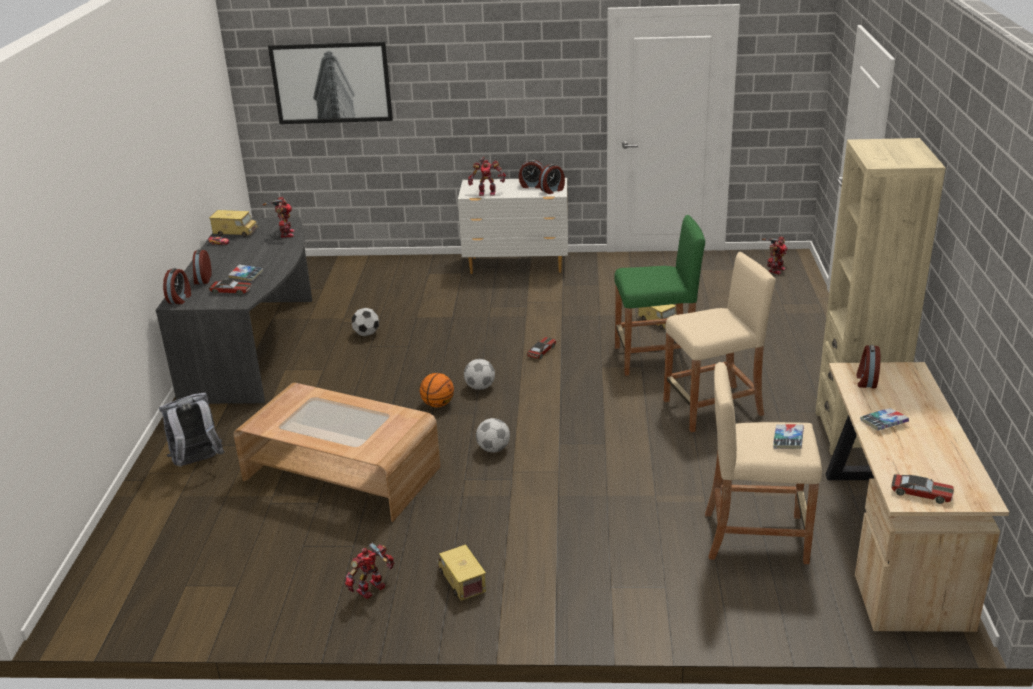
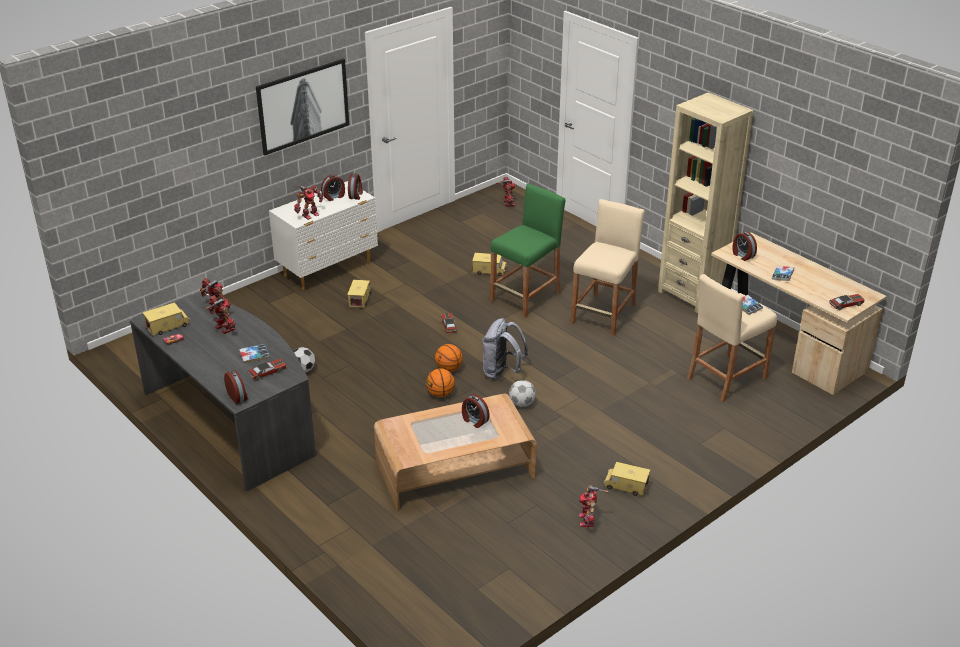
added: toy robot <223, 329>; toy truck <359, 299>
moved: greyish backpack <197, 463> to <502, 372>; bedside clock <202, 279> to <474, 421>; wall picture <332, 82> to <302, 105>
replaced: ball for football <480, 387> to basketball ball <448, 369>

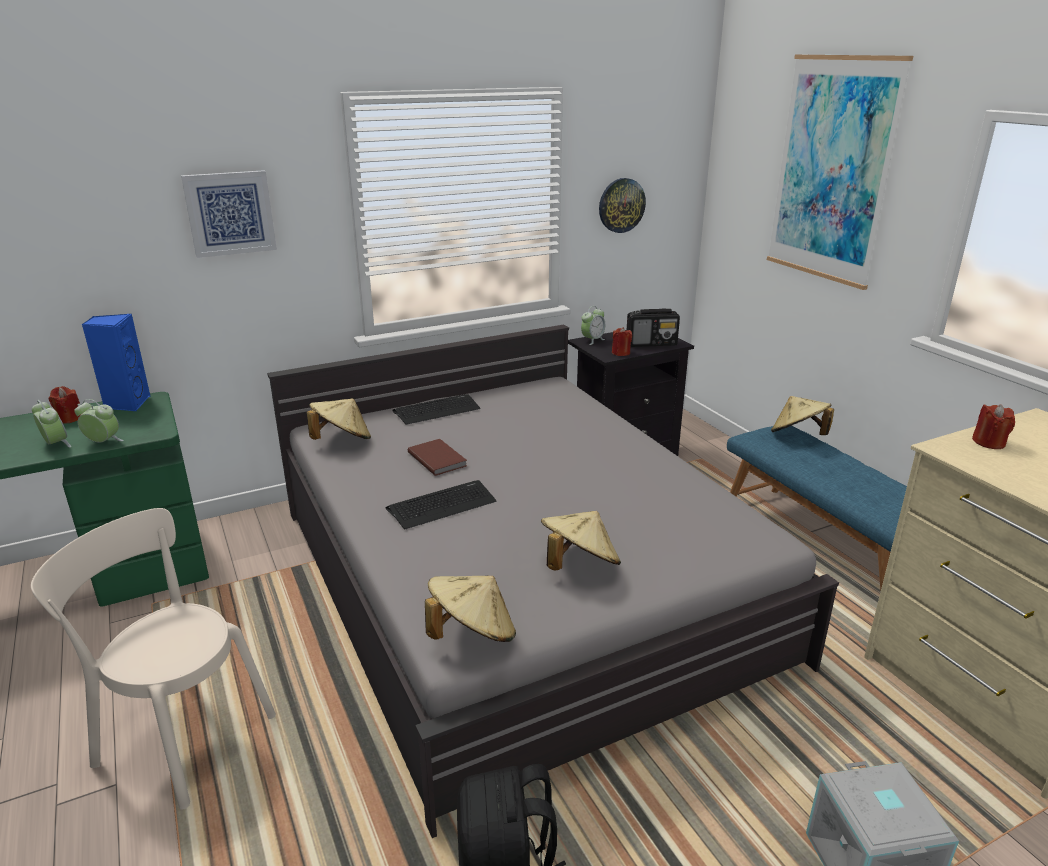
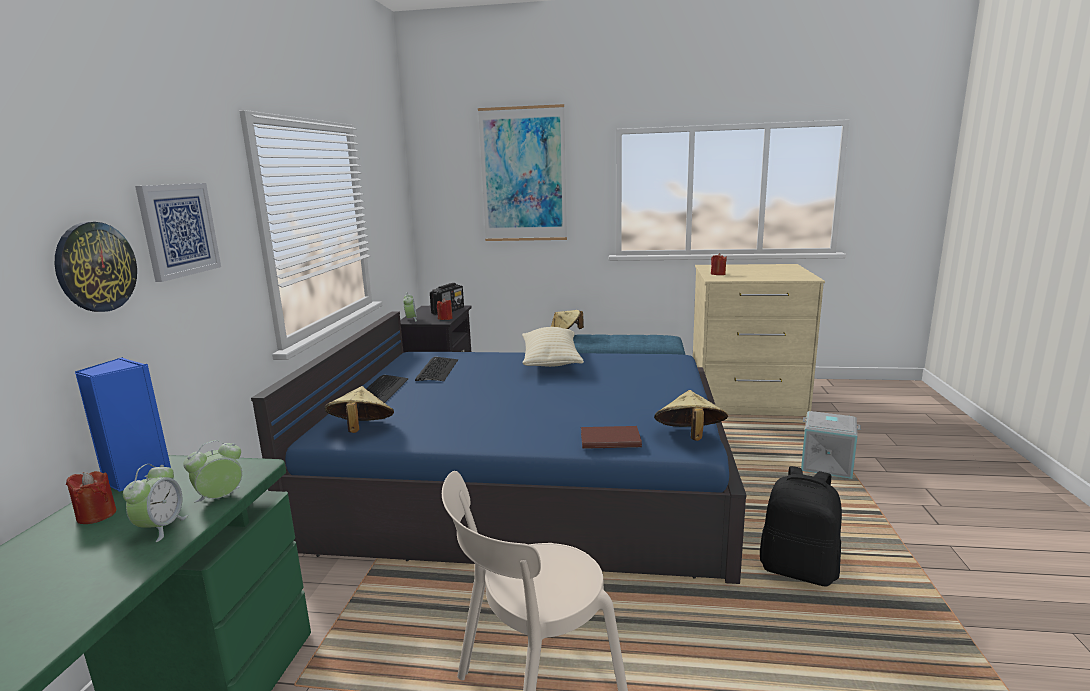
removed: beige-coloured hat <579, 564>
added: beige-coloured throw pillow <551, 361>
moved: computer keyboard <442, 505> to <437, 370>; brown-coloured book <438, 458> to <609, 439>; clock on the wall <621, 205> to <95, 267>
recoloured: greyish sleeping bed <516, 581> to bluish sleeping bed <525, 481>
turned: bedside clock <55, 444> = <161, 528> 105 degrees clockwise

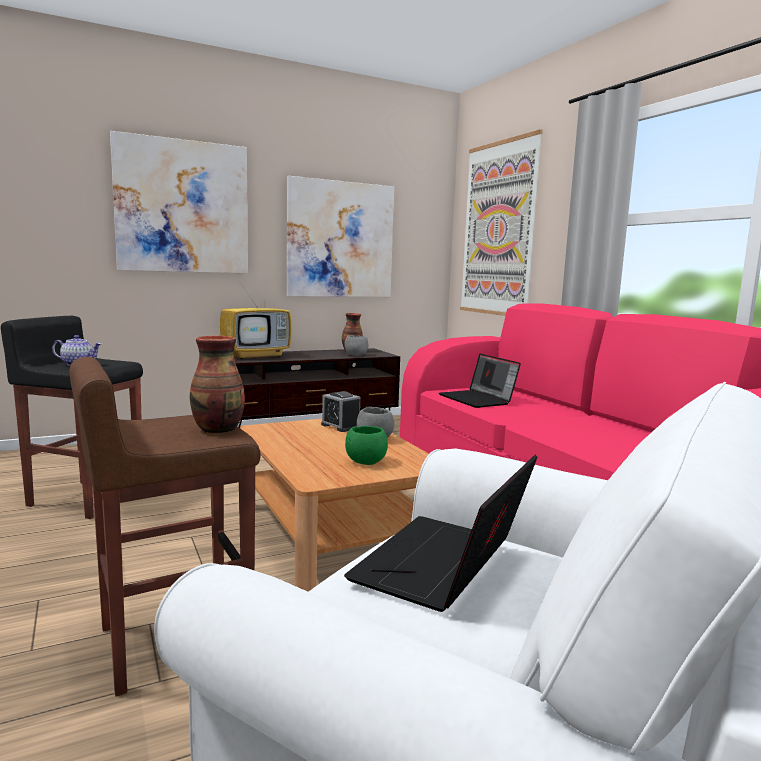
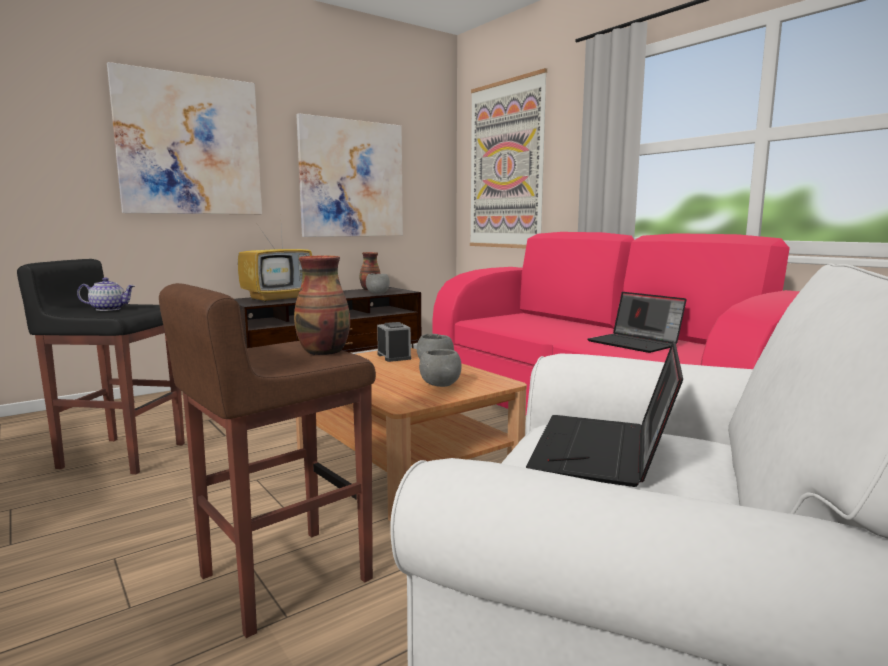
moved: portable computer <478, 400> to <635, 343>
recoloured: greenish deep dish <366, 462> to greyish deep dish <440, 384>
turned: bedside clock <340, 426> = <394, 356> 150 degrees counterclockwise

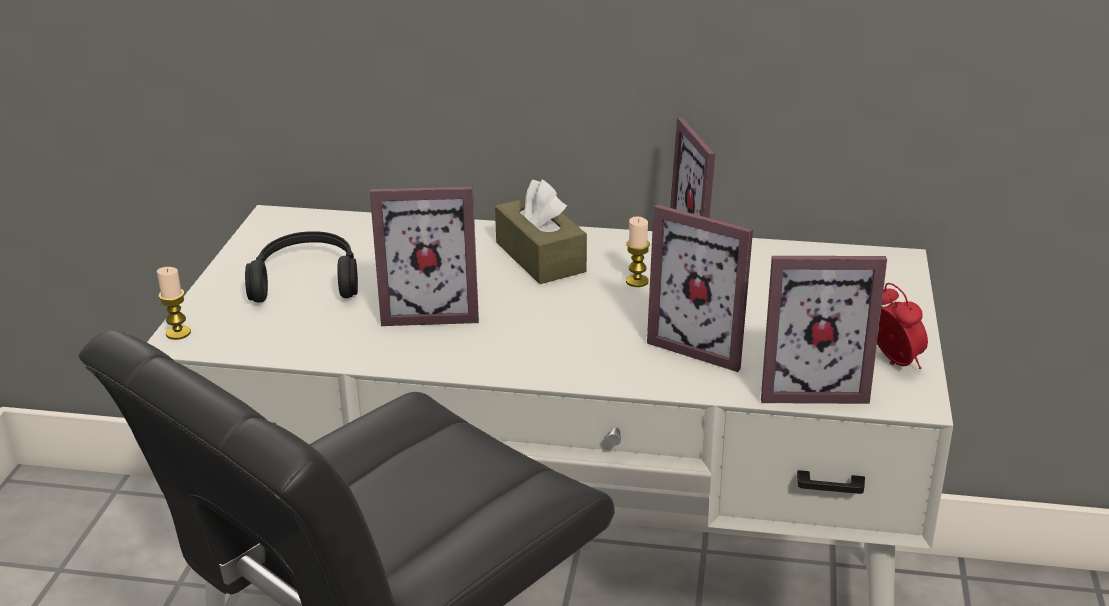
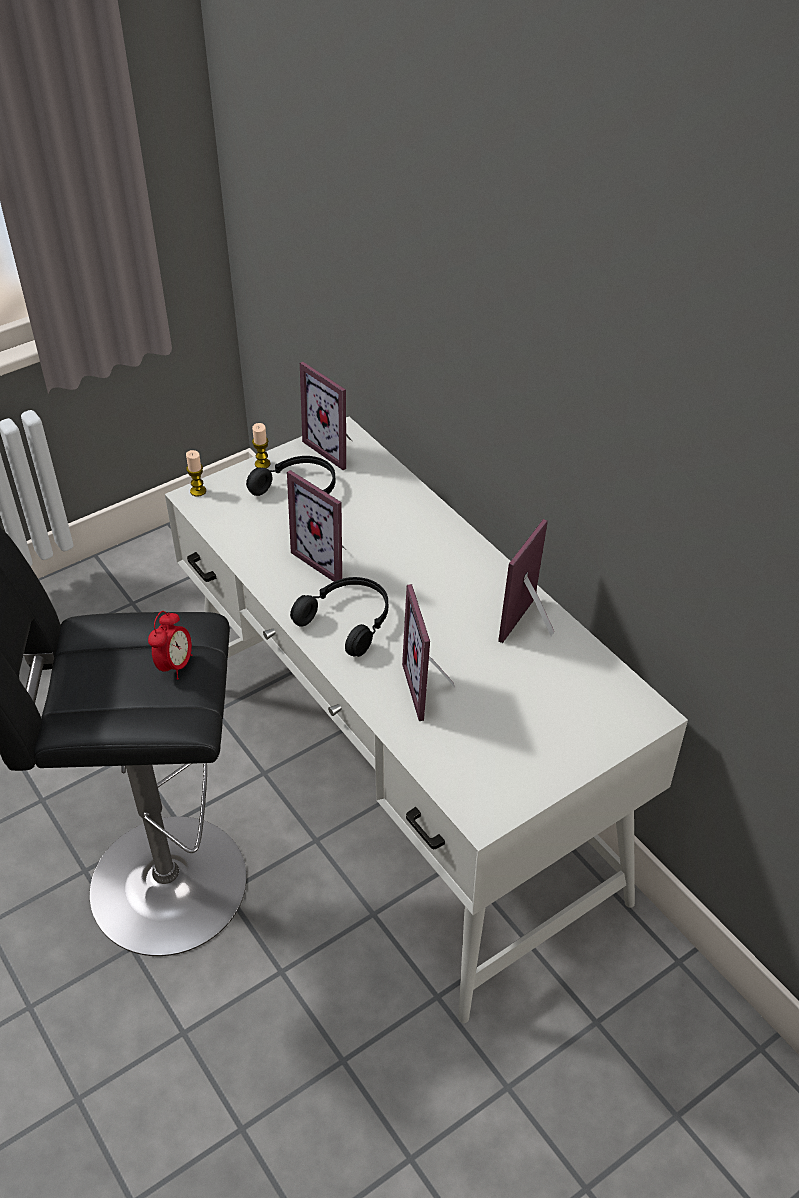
removed: brown-coloured tissue holder <540, 257>
added: blackish headset <348, 620>
moved: candle <637, 281> to <262, 464>; photo frame <811, 386> to <336, 448>; bedside clock <893, 363> to <175, 665>

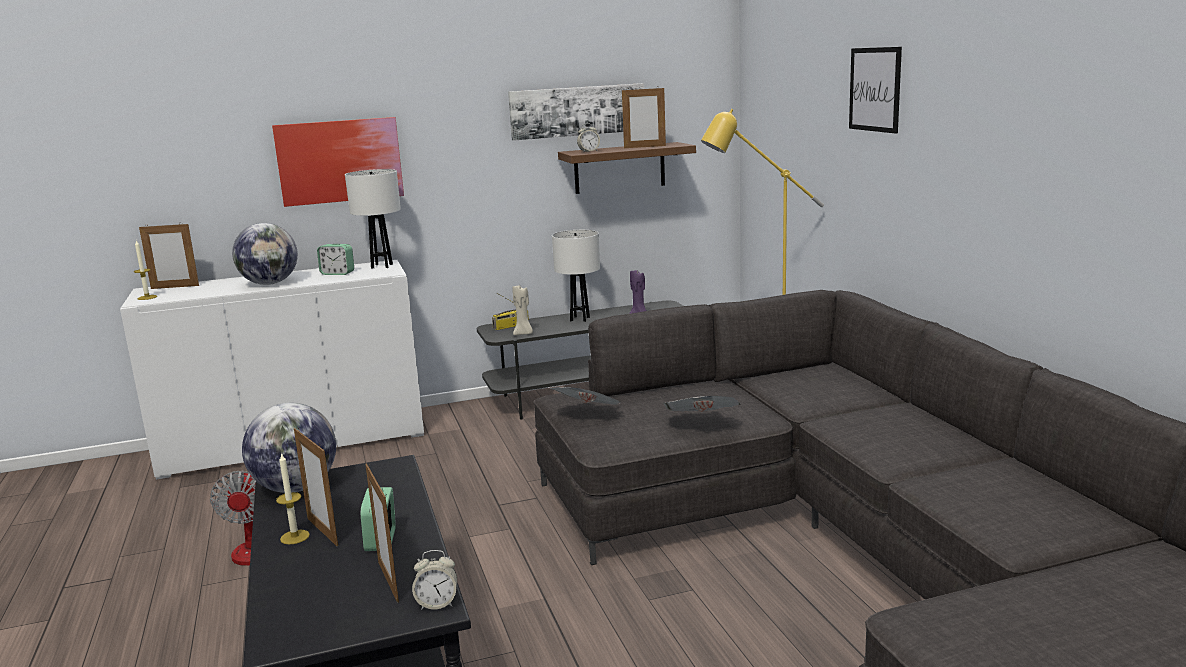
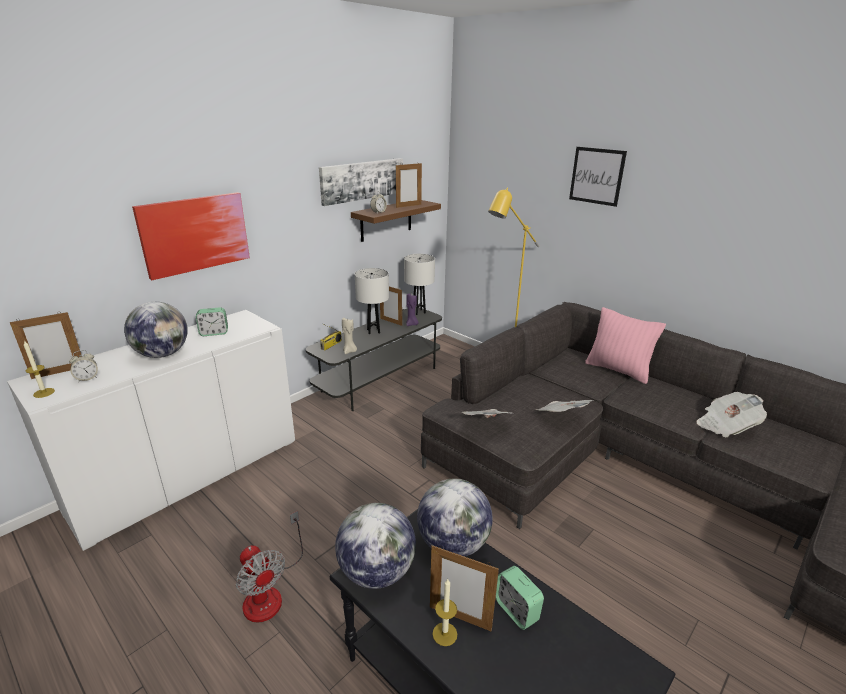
added: desk globe <452, 544>; pink-coloured throw pillow <618, 370>; printed paper <726, 426>
moved: white table lamp <382, 266> to <418, 312>; photo frame <388, 581> to <391, 322>; bedside clock <437, 604> to <87, 378>

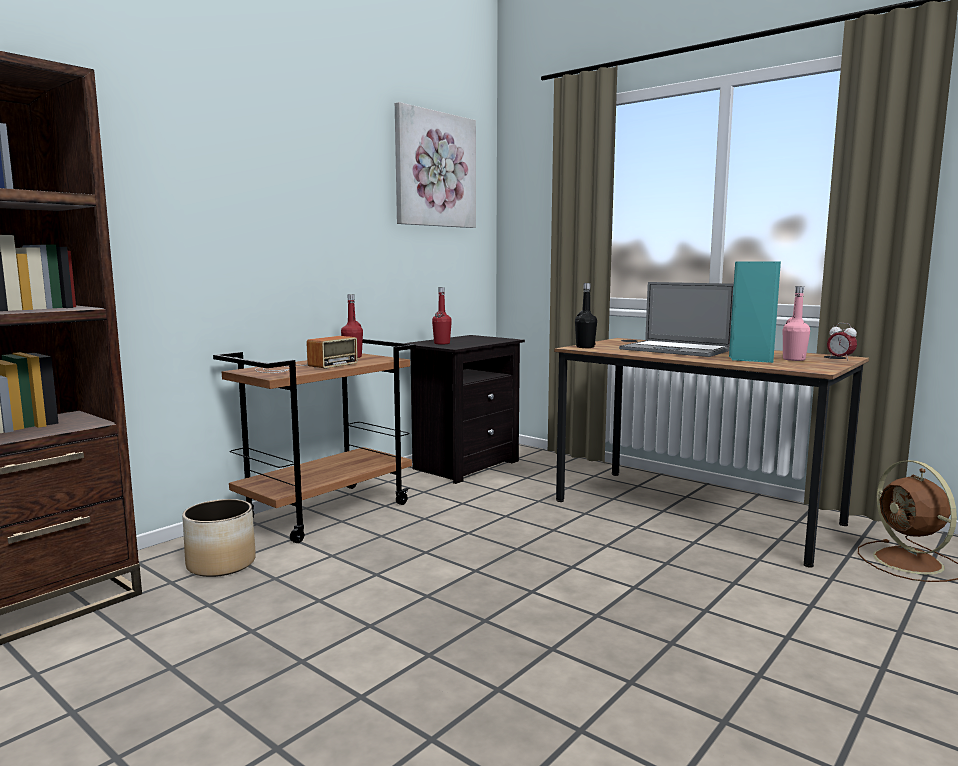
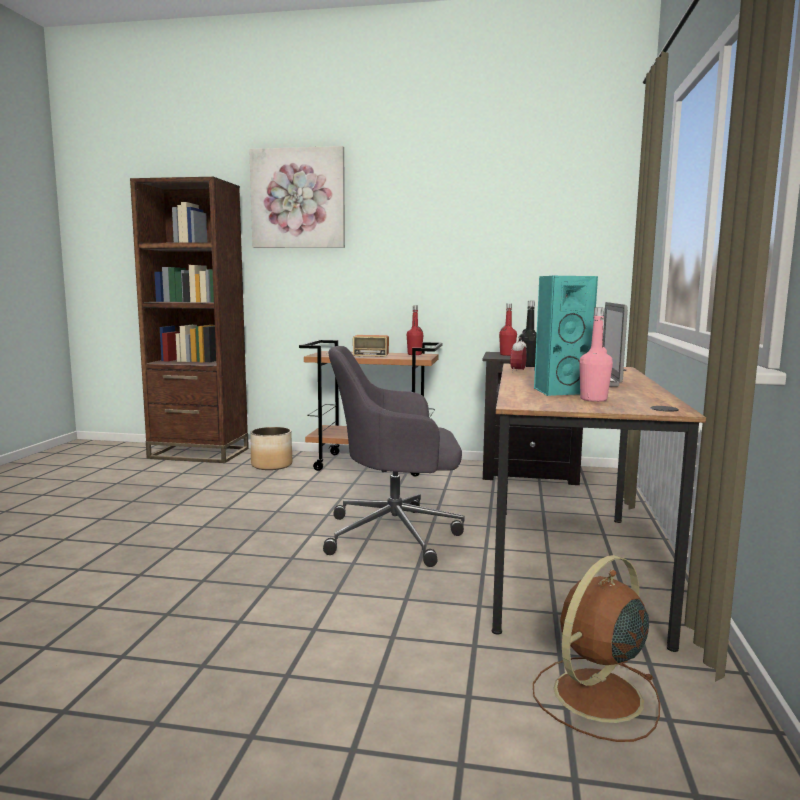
added: greyish desk chair <396, 535>
moved: wall picture <434, 170> to <298, 199>; bedside clock <840, 359> to <518, 372>

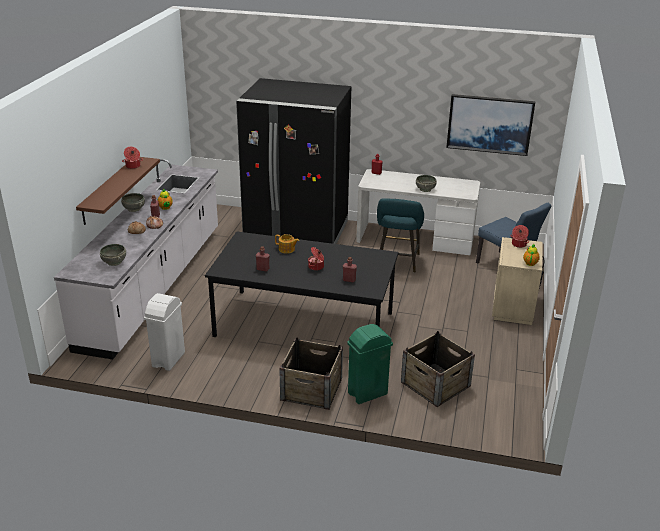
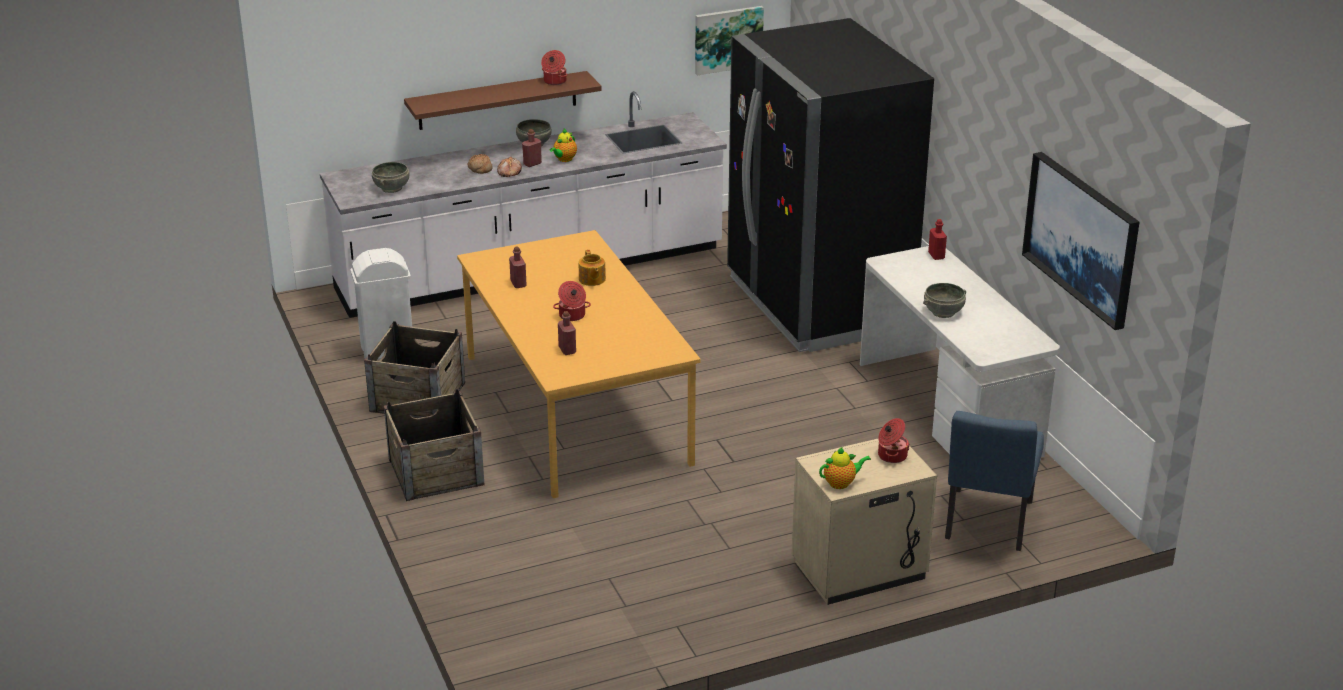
removed: greenish rubbish bin <367, 393>; blue-green sitting stool <397, 263>
added: wall picture <728, 39>
moved: crate <436, 384> to <418, 397>
recoloured: blackish kitchen table <303, 325> to orange-coloured kitchen table <574, 409>

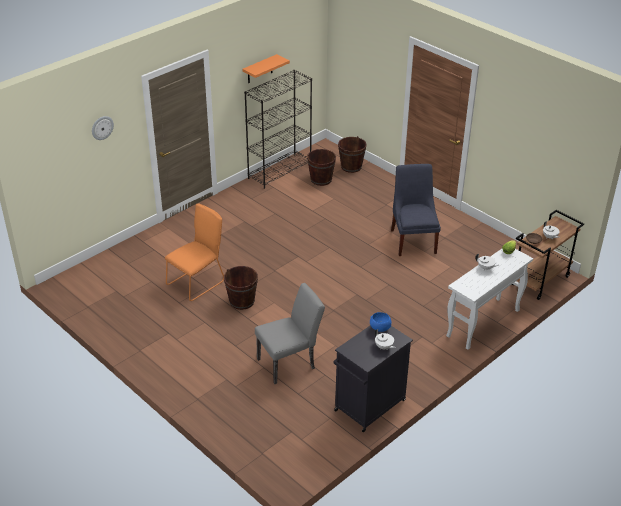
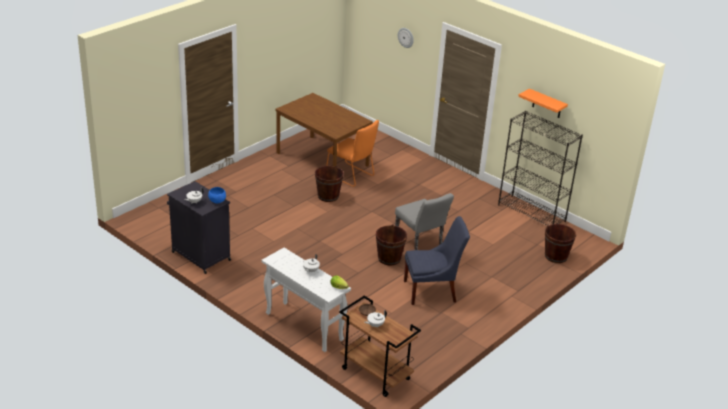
added: brown-coloured kitchen table <321, 159>
moved: greyish plain chair <290, 362> to <420, 244>; brown-coloured pail <321, 179> to <389, 258>

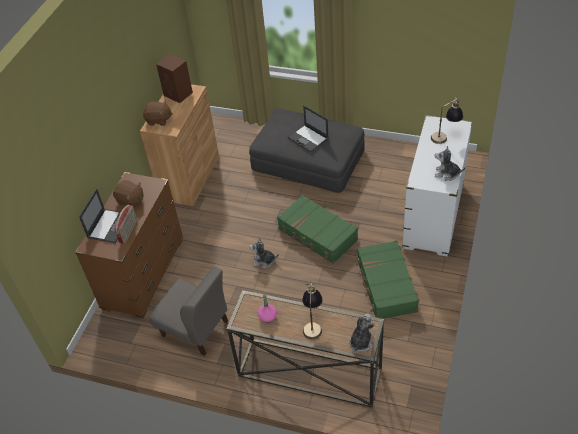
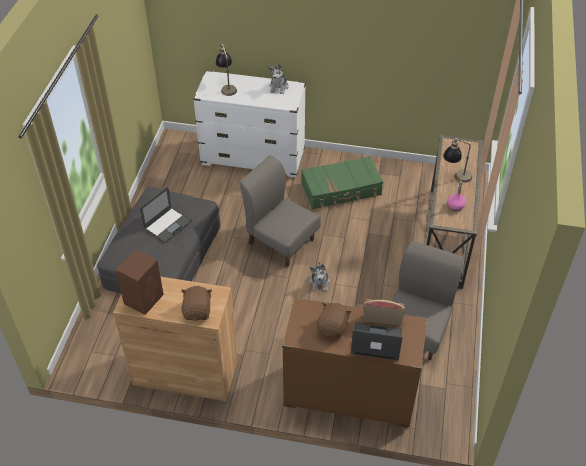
removed: cuddly toy <361, 341>
replaced: greenish travel case <317, 235> to greyish plain chair <281, 241>

